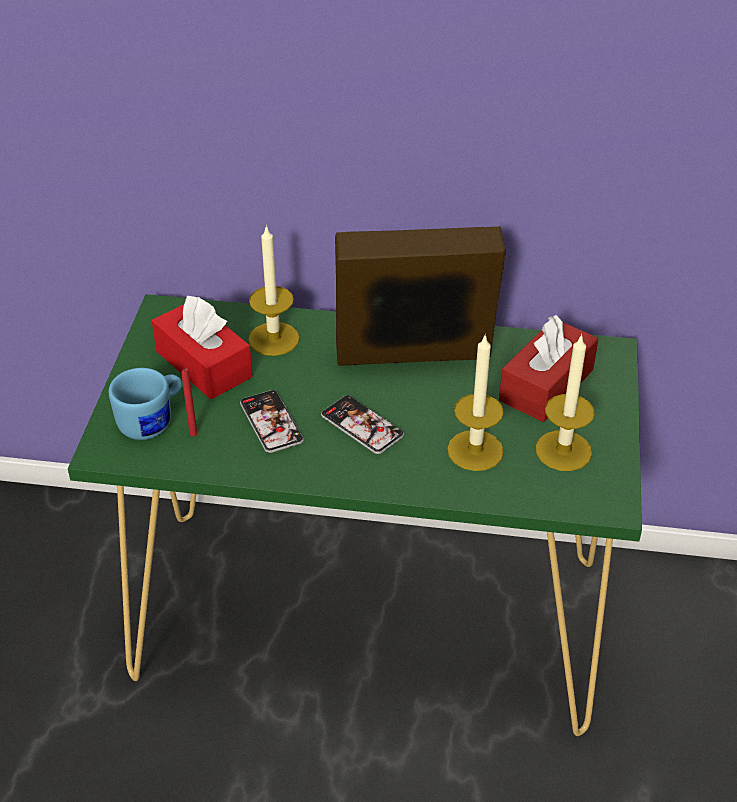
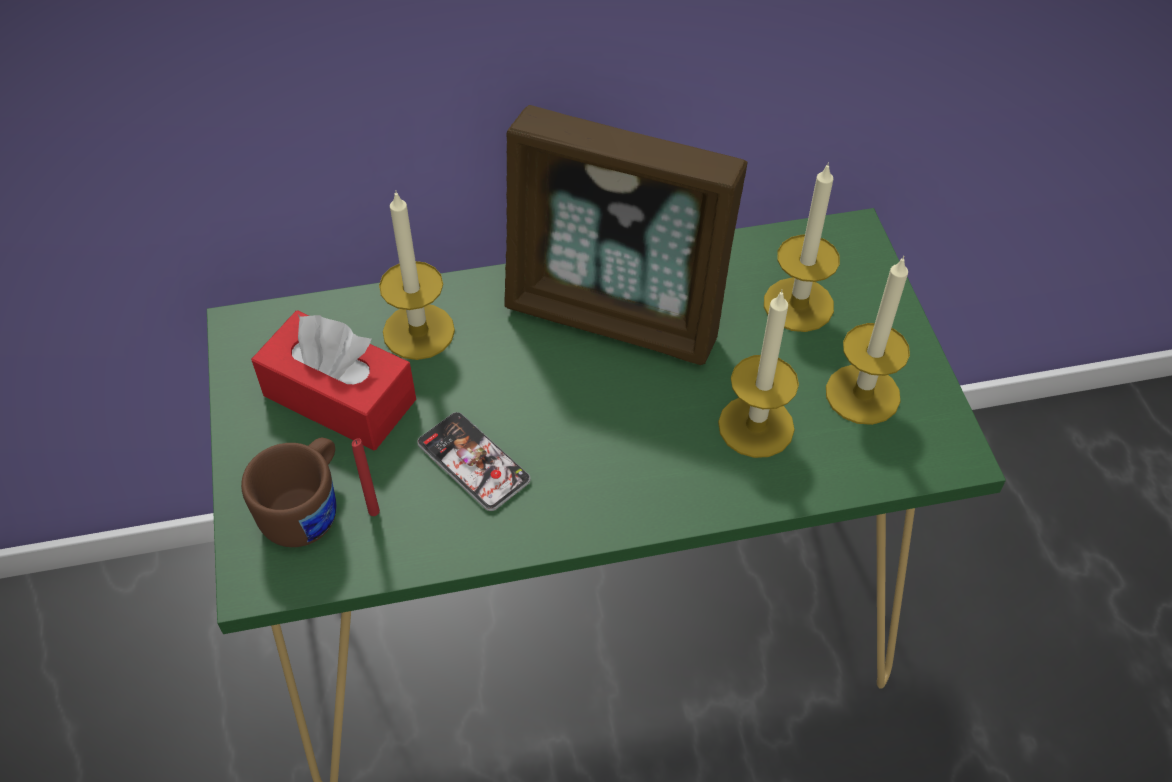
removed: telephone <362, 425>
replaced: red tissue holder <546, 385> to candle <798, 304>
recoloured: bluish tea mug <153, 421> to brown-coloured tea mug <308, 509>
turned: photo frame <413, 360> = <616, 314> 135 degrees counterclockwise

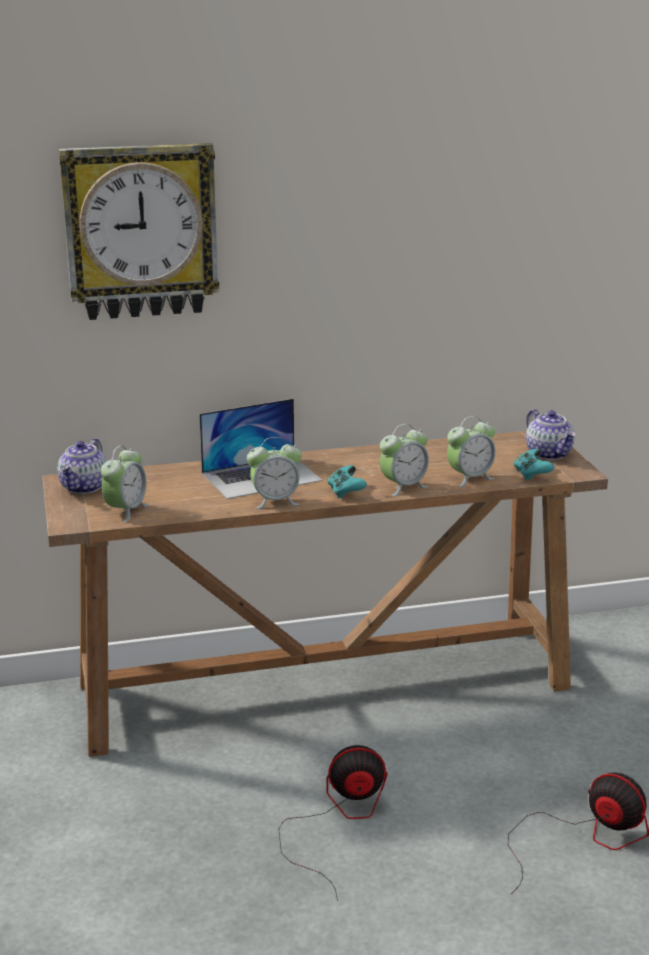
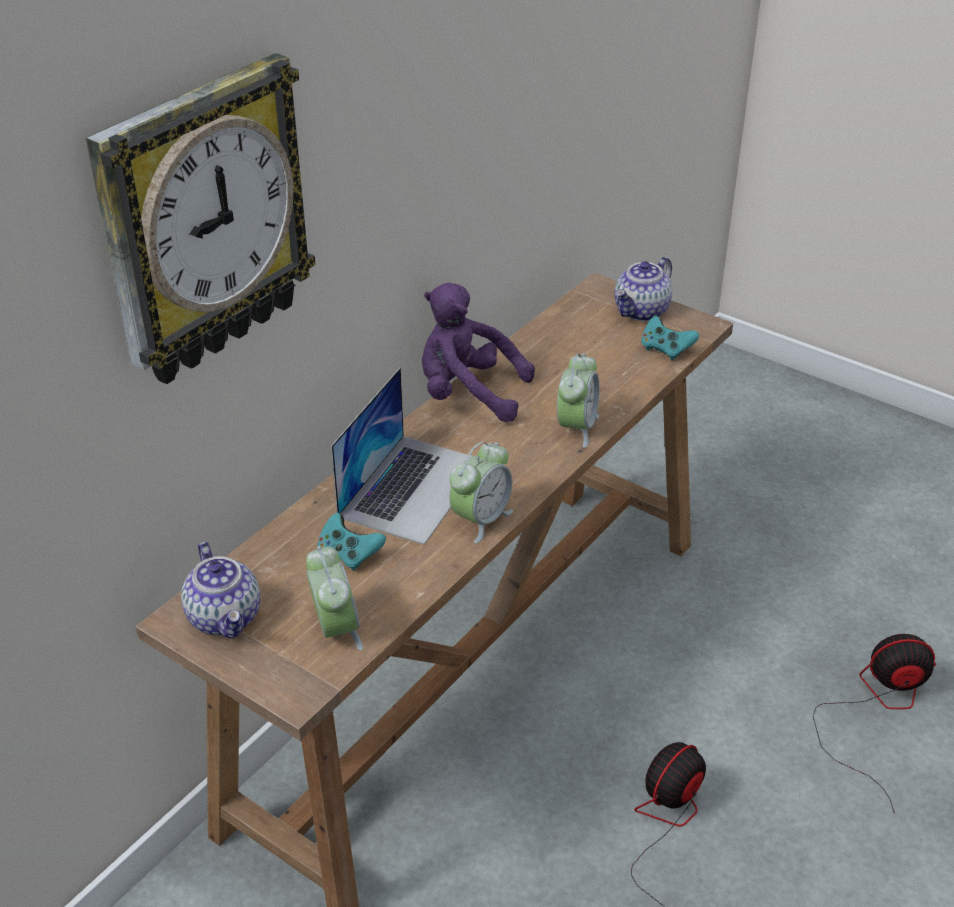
removed: bedside clock <470, 478>
added: purple-coloured cuddly toy <468, 394>
moved: blue-green gamepad <345, 492> to <349, 554>
turned: tea pot <549, 454> = <642, 311> 105 degrees clockwise

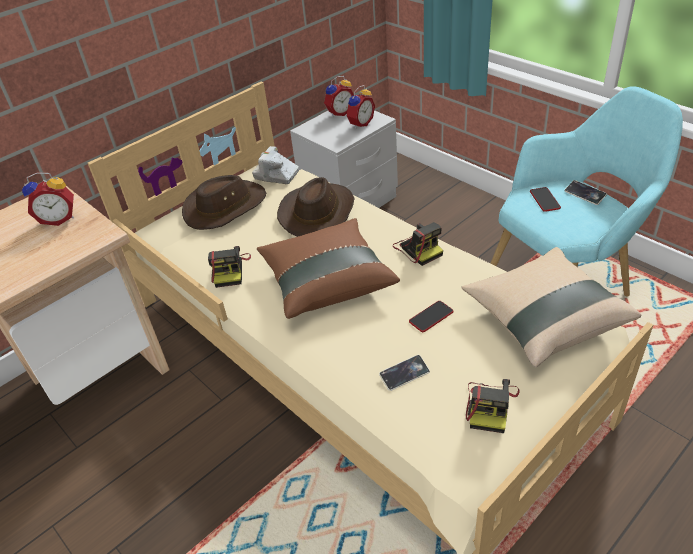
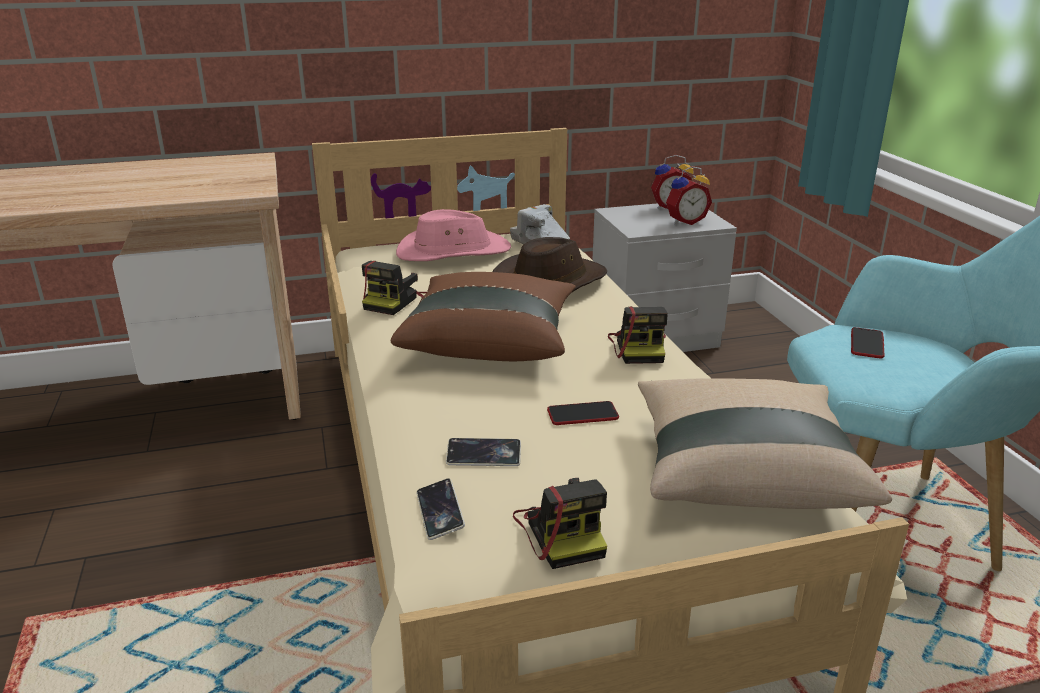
removed: bedside clock <59, 219>
moved: telephone <584, 194> to <439, 513>
recoloured: brown-coloured hat <225, 207> to pink-coloured hat <452, 252>
turned: still camera <490, 406> = <562, 531> 60 degrees counterclockwise

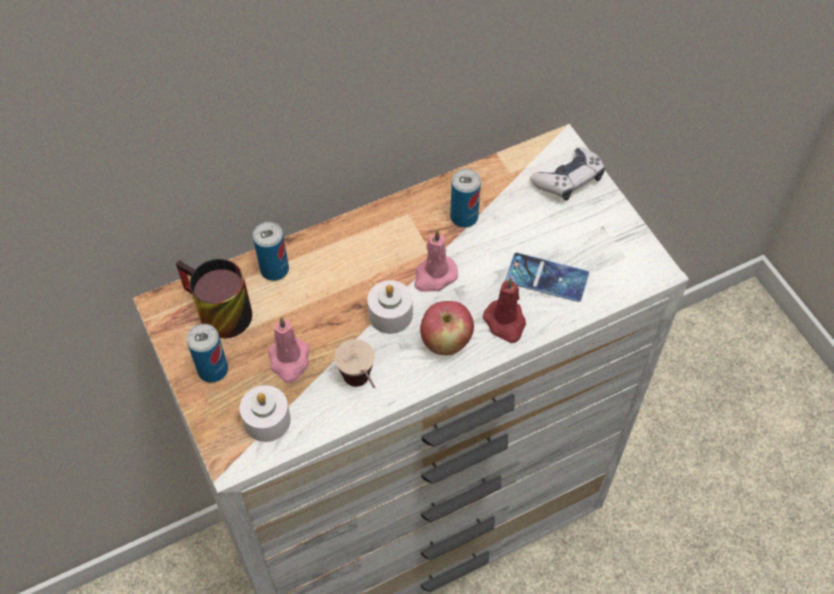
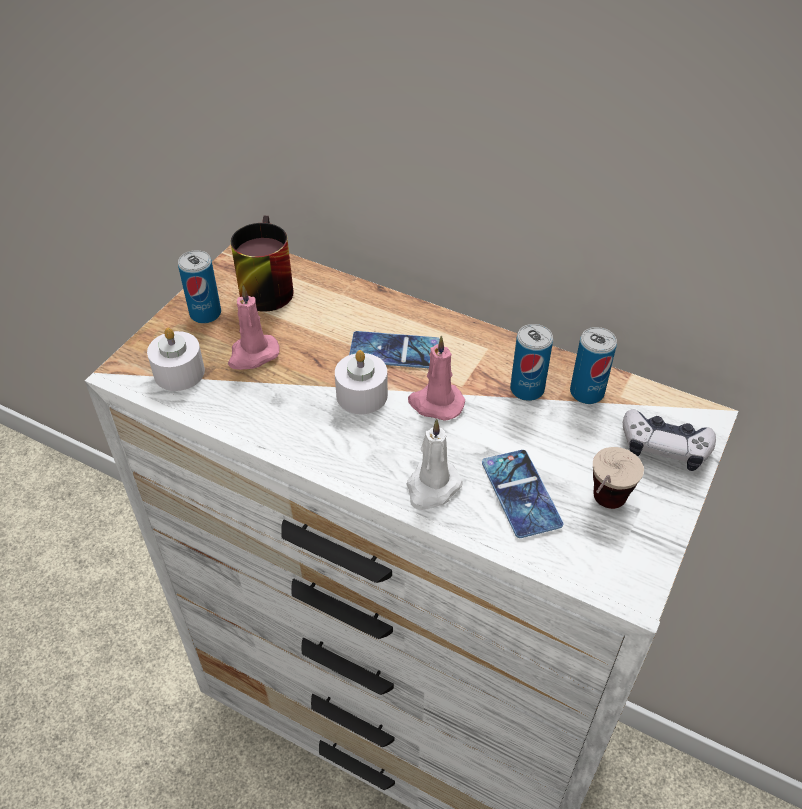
removed: apple fruit <445, 342>
added: telephone <394, 351>
moved: can <274, 269> to <586, 392>; small cup <362, 388> to <601, 510>
recoloured: red candle <505, 322> to white candle <432, 487>

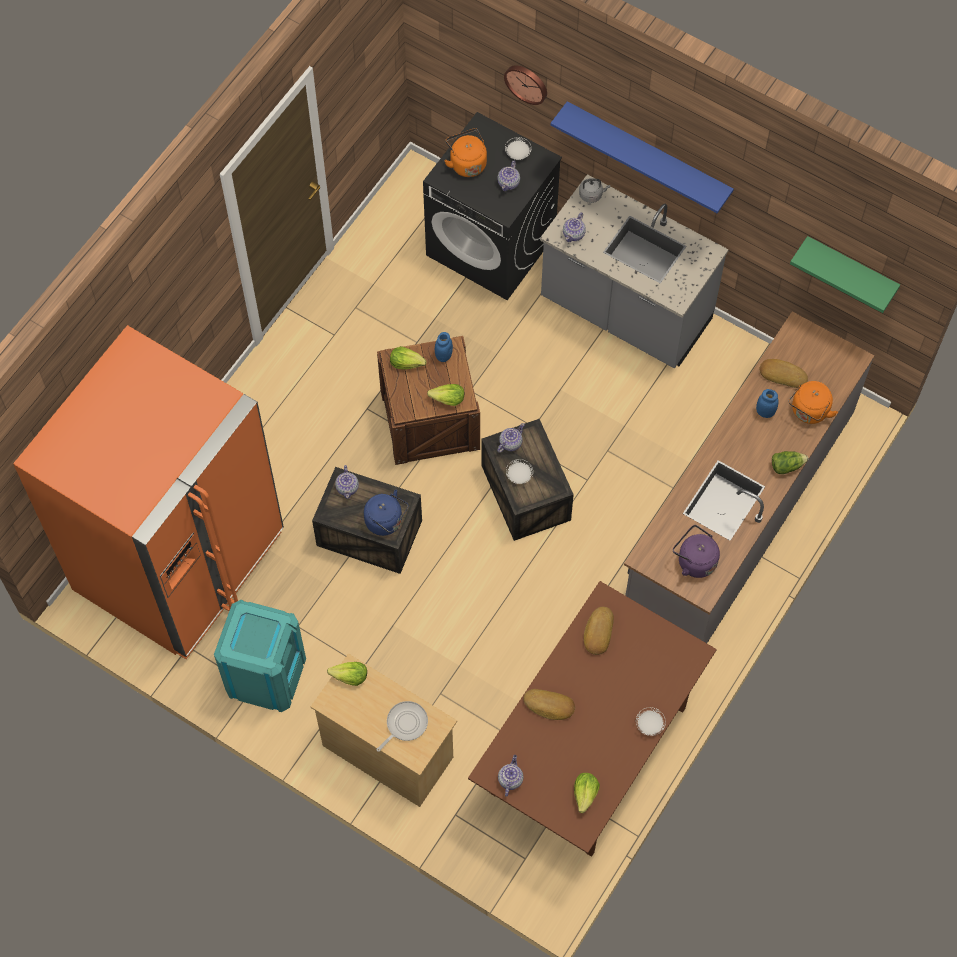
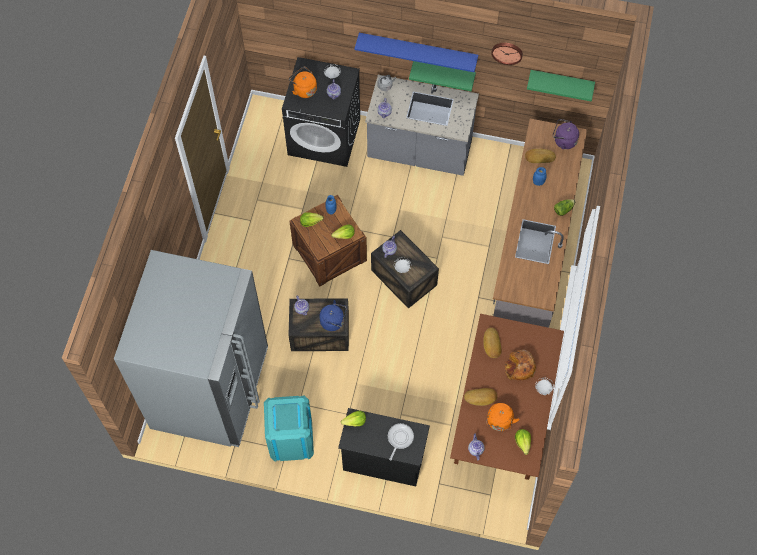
added: greenish bracket shelf <444, 72>; bakery bread <519, 367>
moved: clock on the wall <527, 83> to <507, 52>; purple-coloured tea kettle <694, 561> to <563, 141>; orange-coloured tea kettle <809, 412> to <499, 422>
recoloured: orange-coloured refrigerator <179, 561> to greyish refrigerator <210, 389>; beige-coloured chest of drawers <387, 751> to blackish chest of drawers <383, 459>

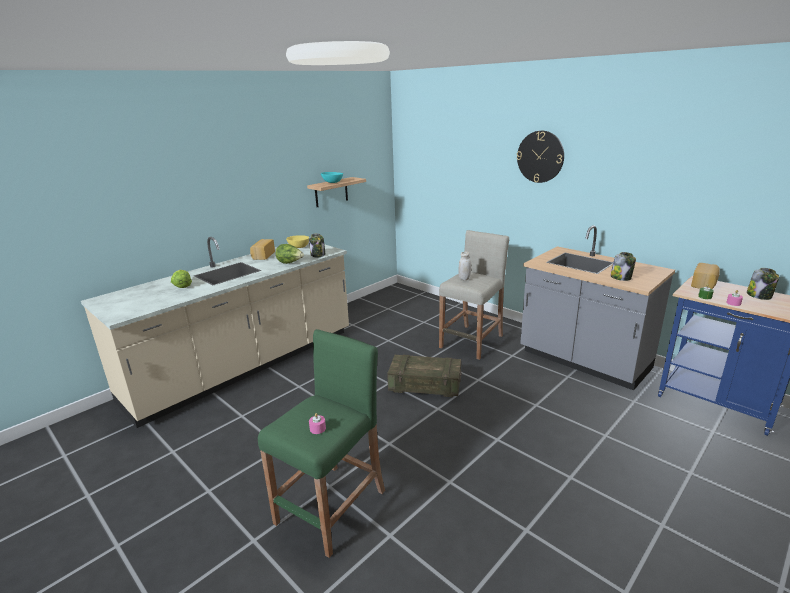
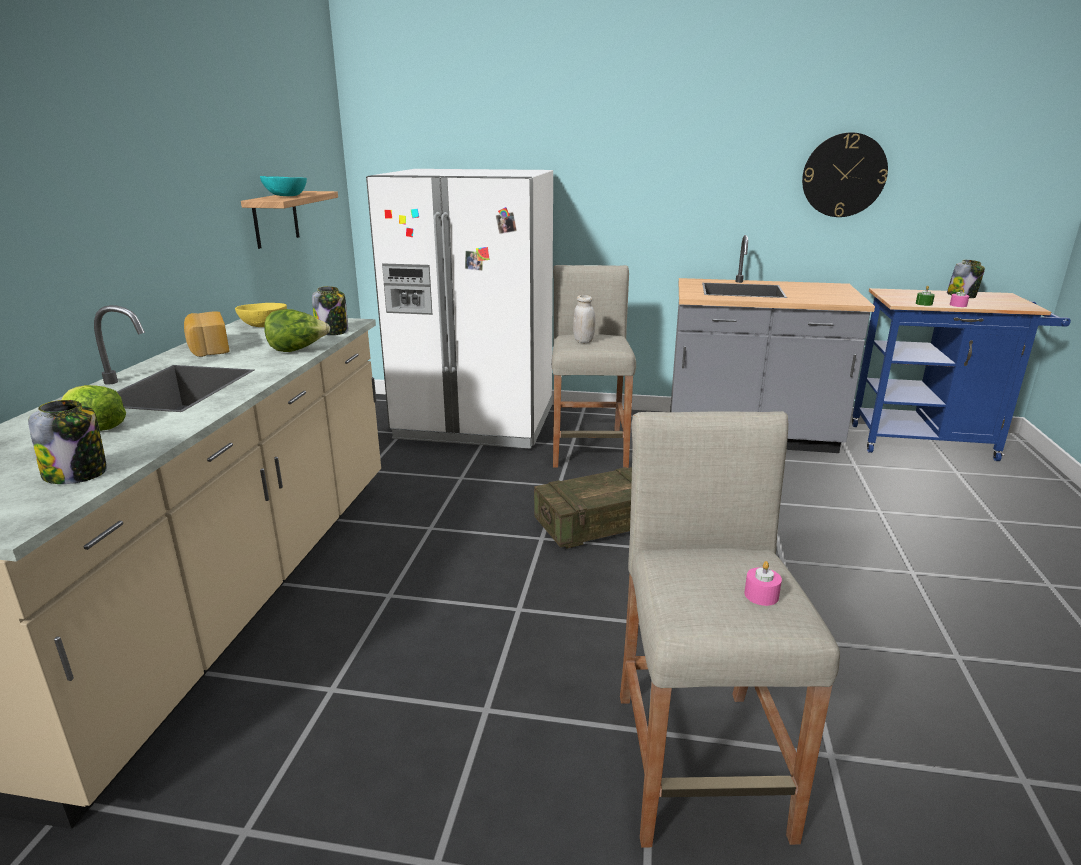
removed: bakery bread <704, 284>
added: white refrigerator <475, 423>
moved: clock on the wall <540, 156> to <844, 175>; preserve jar <621, 278> to <77, 474>
recoloured: greenish sitting stool <332, 507> to beige-coloured sitting stool <699, 762>

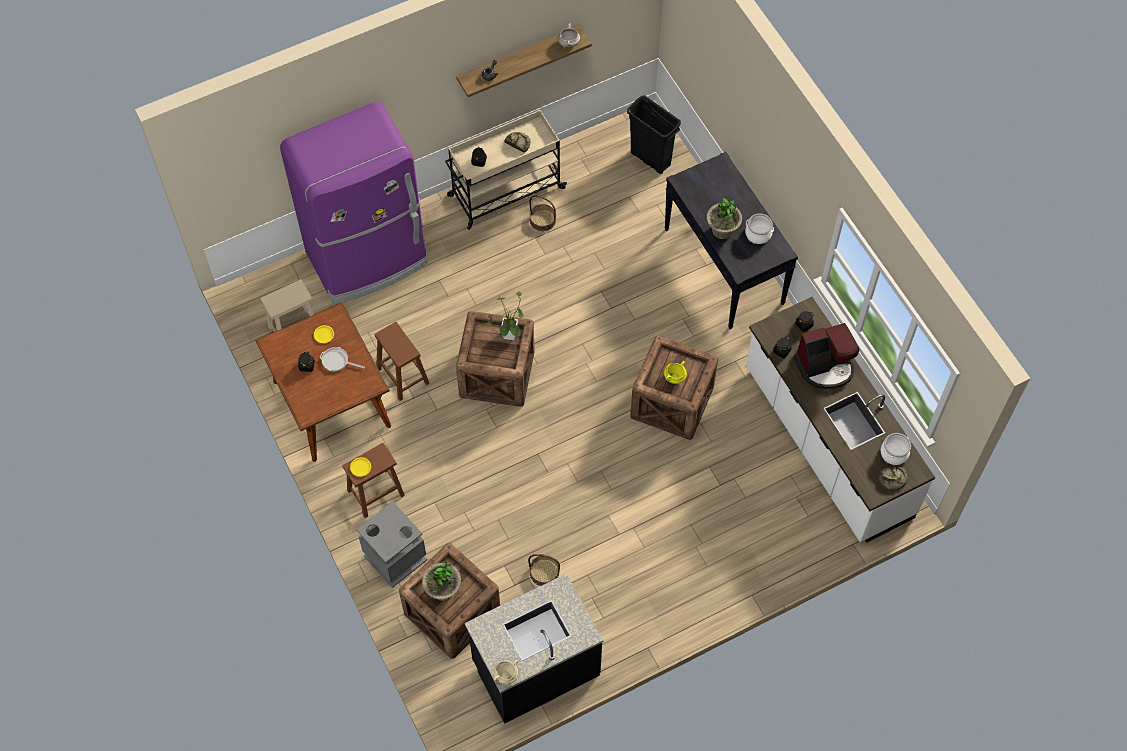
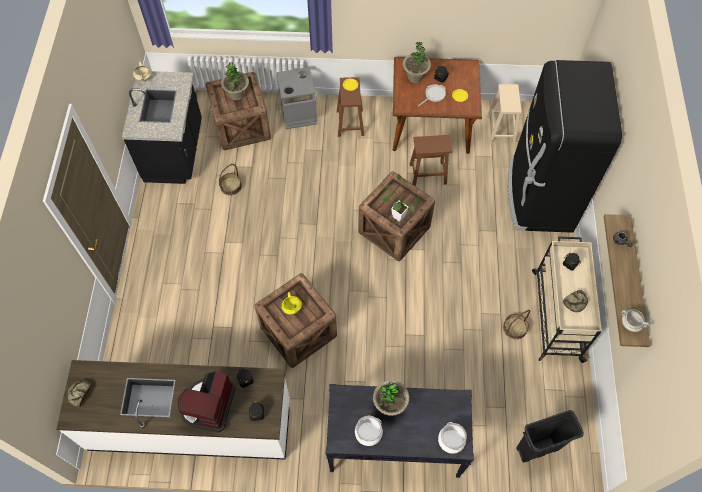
added: houseplant <415, 76>
moved: saucepot <894, 453> to <451, 440>
recoloured: purple-coloured refrigerator <368, 259> to blackish refrigerator <539, 195>

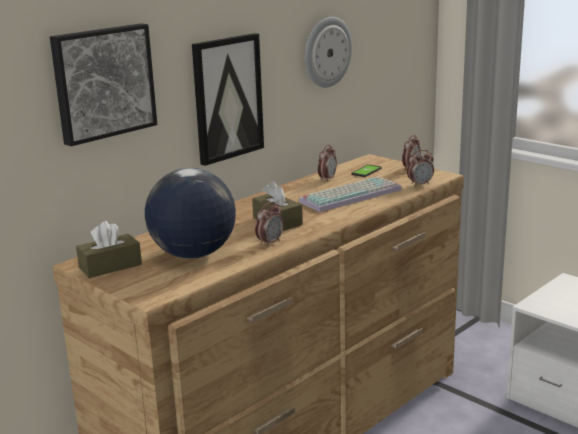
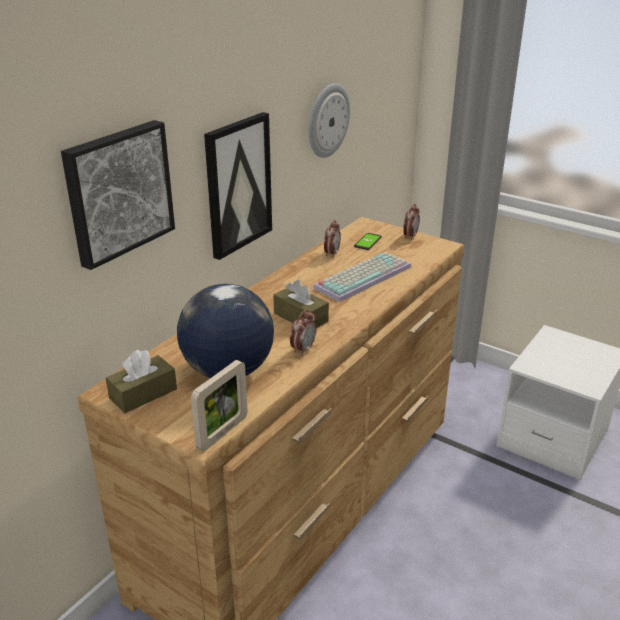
removed: bedside clock <420, 184>
added: photo frame <222, 432>

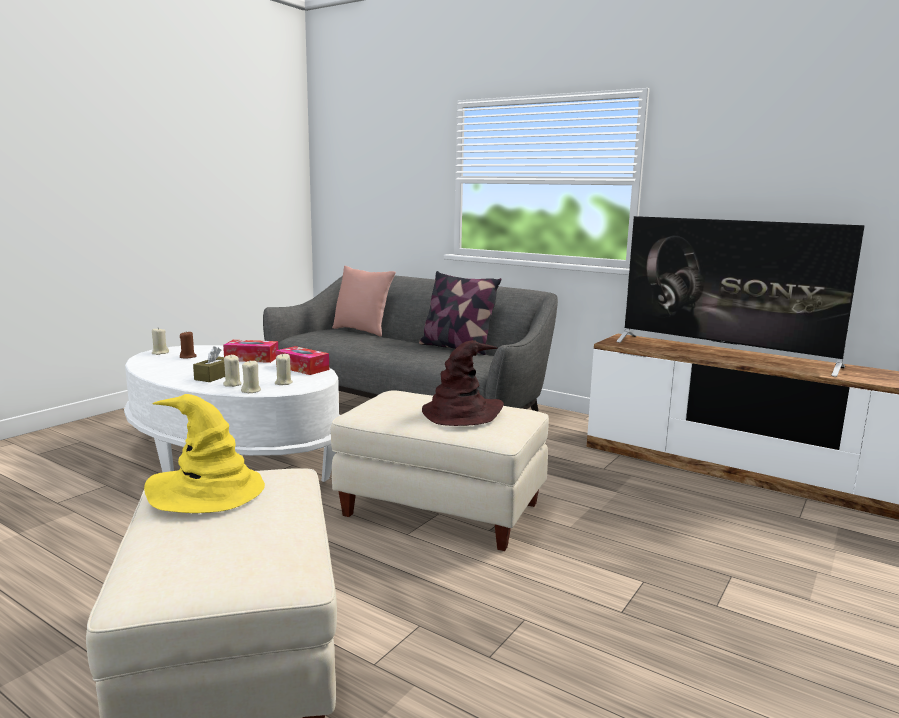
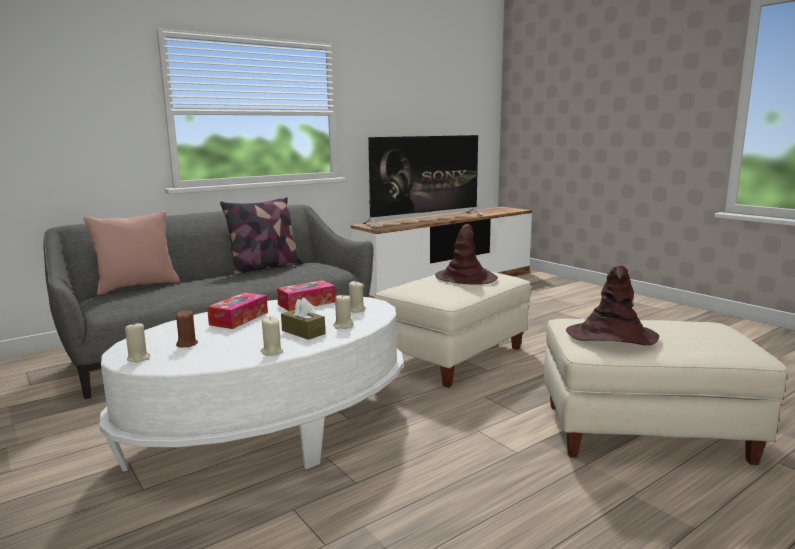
moved: beige-coloured candle <251, 391> to <272, 352>
recoloured: yellow-coloured hat <208, 491> to brown-coloured hat <611, 336>

